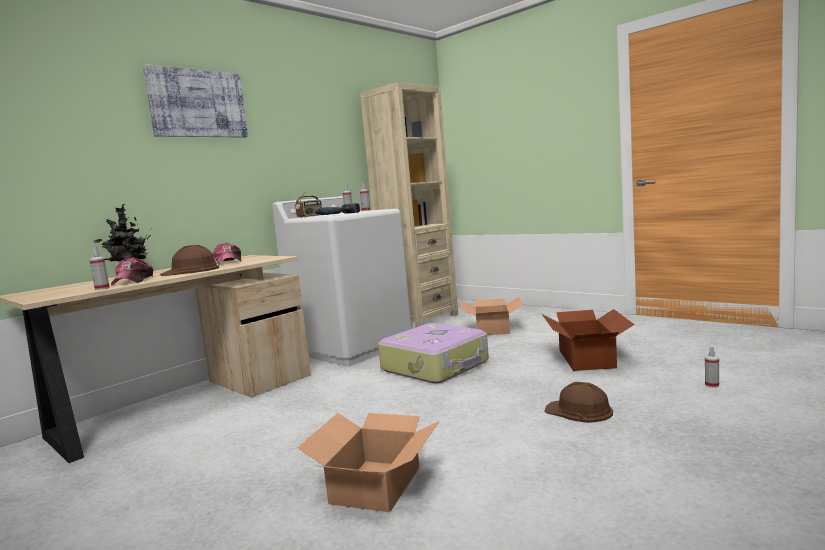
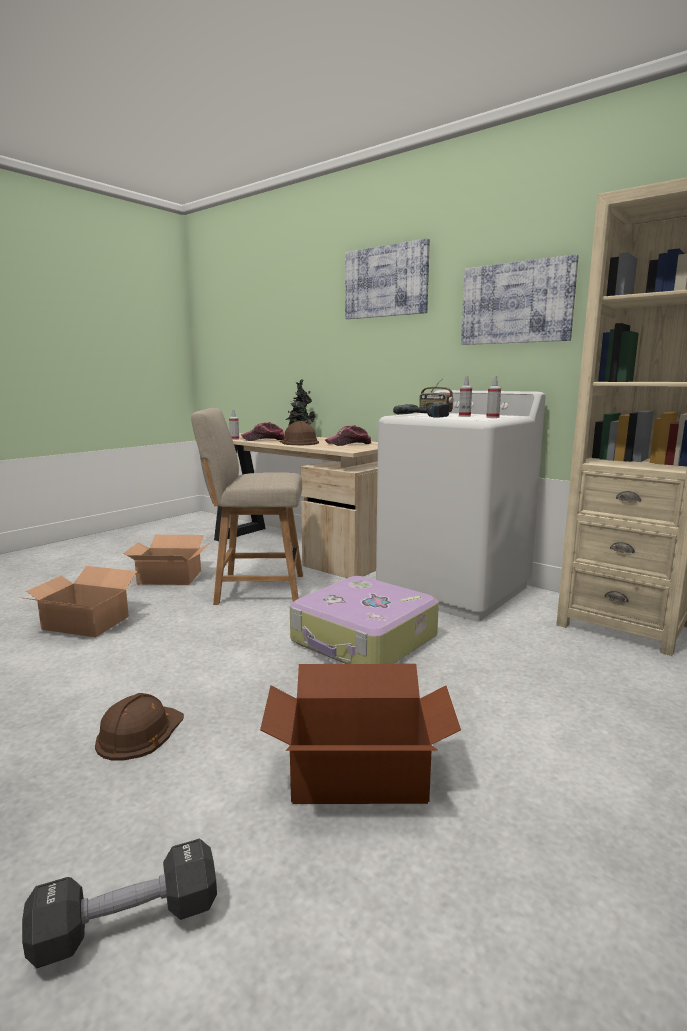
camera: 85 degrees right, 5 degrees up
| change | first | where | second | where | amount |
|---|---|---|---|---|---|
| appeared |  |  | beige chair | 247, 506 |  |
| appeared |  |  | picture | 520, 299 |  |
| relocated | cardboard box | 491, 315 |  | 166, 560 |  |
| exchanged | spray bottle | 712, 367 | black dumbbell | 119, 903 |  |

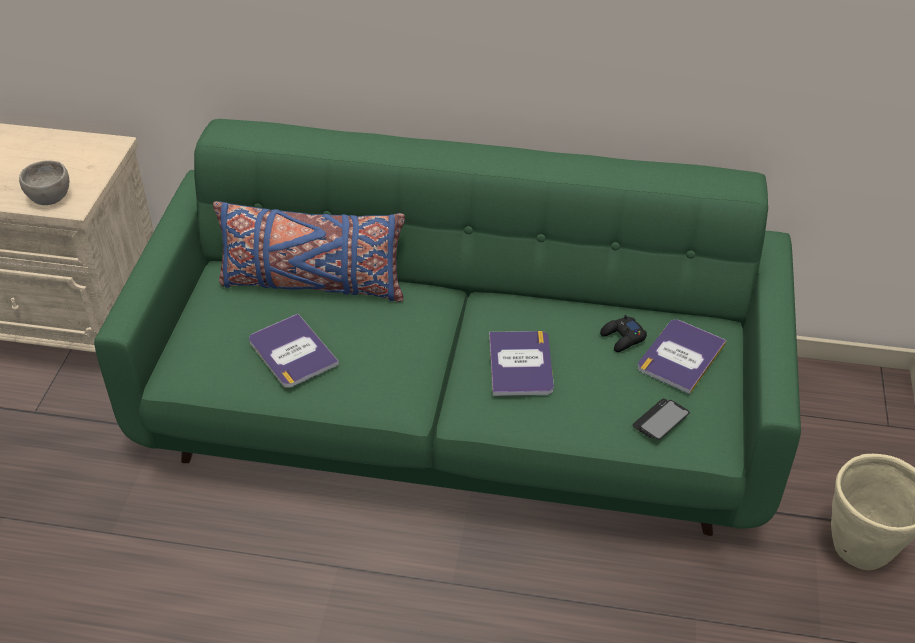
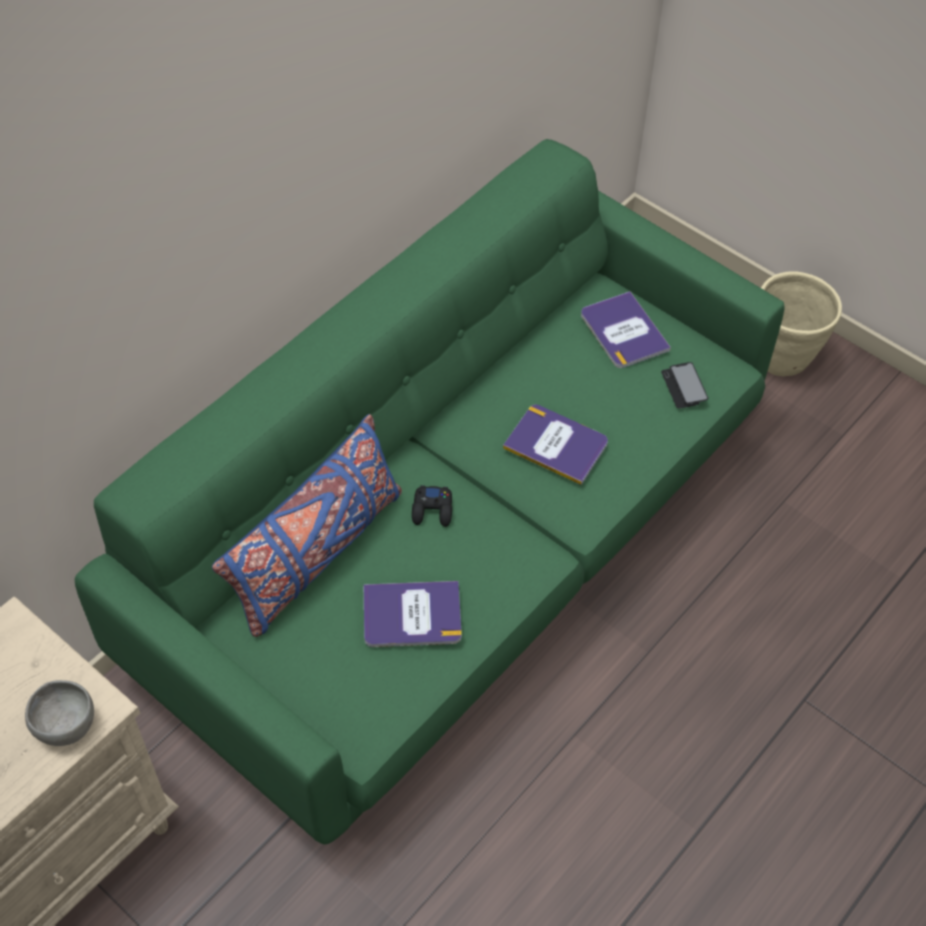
camera: 60 degrees left, 10 degrees up
| change | first | where | second | where | amount |
|---|---|---|---|---|---|
| relocated | black game controller | 623, 333 |  | 432, 506 |  |

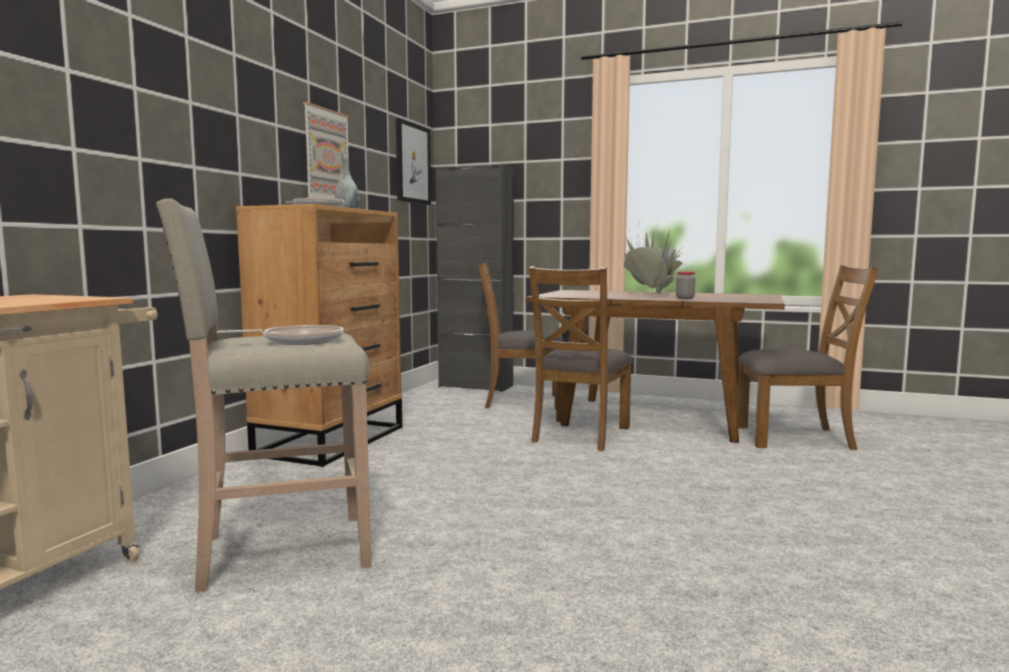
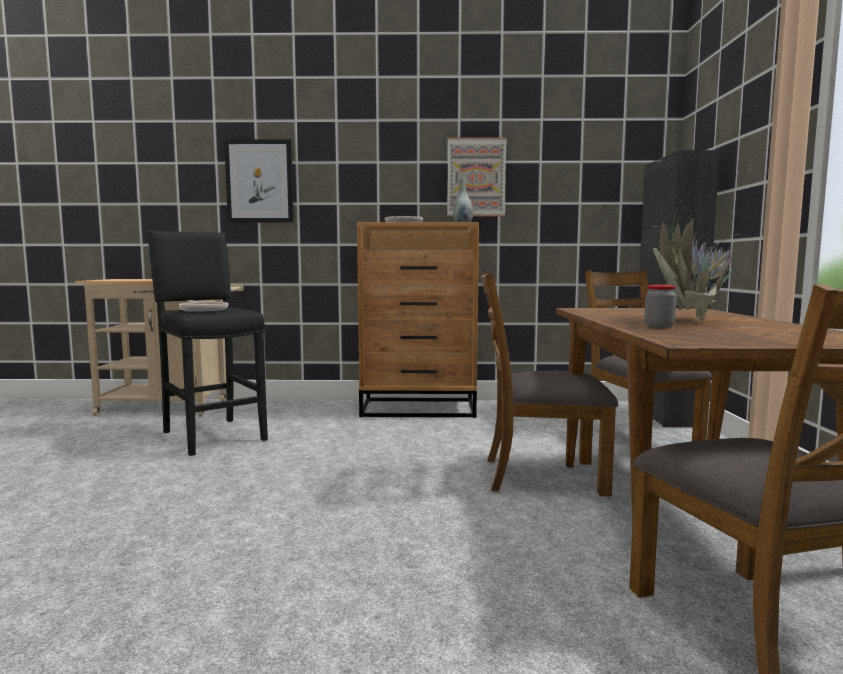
camera: 70 degrees right, 0 degrees up
| change | first | where | second | where | amount |
|---|---|---|---|---|---|
| relocated | picture | 413, 161 |  | 259, 181 |  |
| colour | beige stool | 264, 395 | black stool | 208, 343 |  |

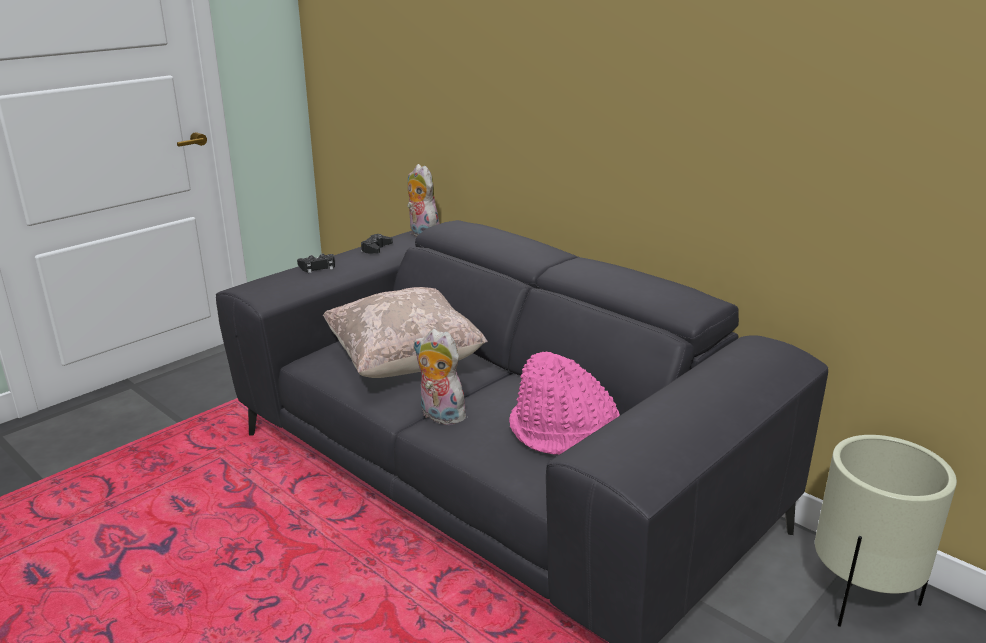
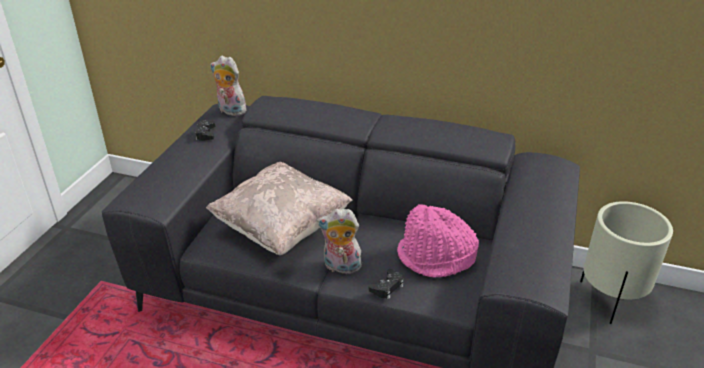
camera: 25 degrees left, 10 degrees up
| change | first | where | second | where | amount |
|---|---|---|---|---|---|
| relocated | black game controller | 316, 263 |  | 386, 284 |  |

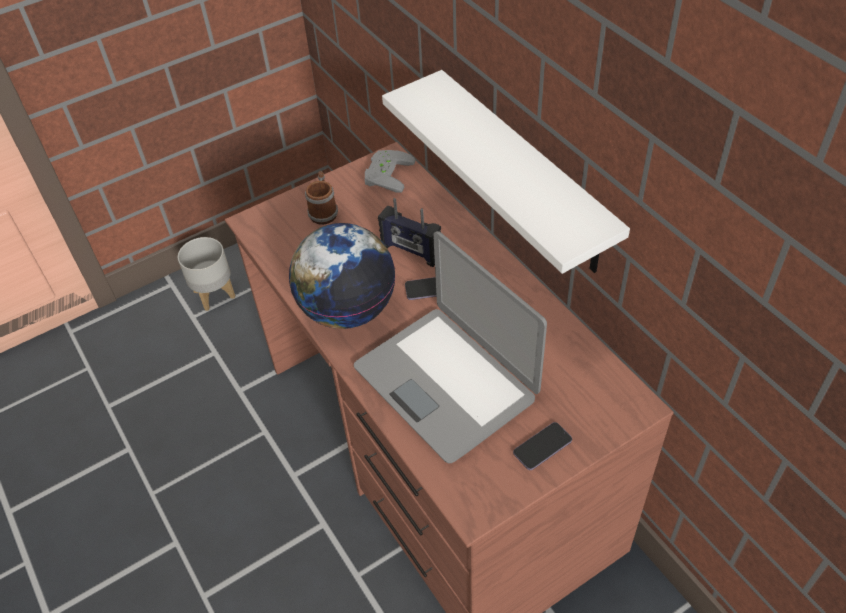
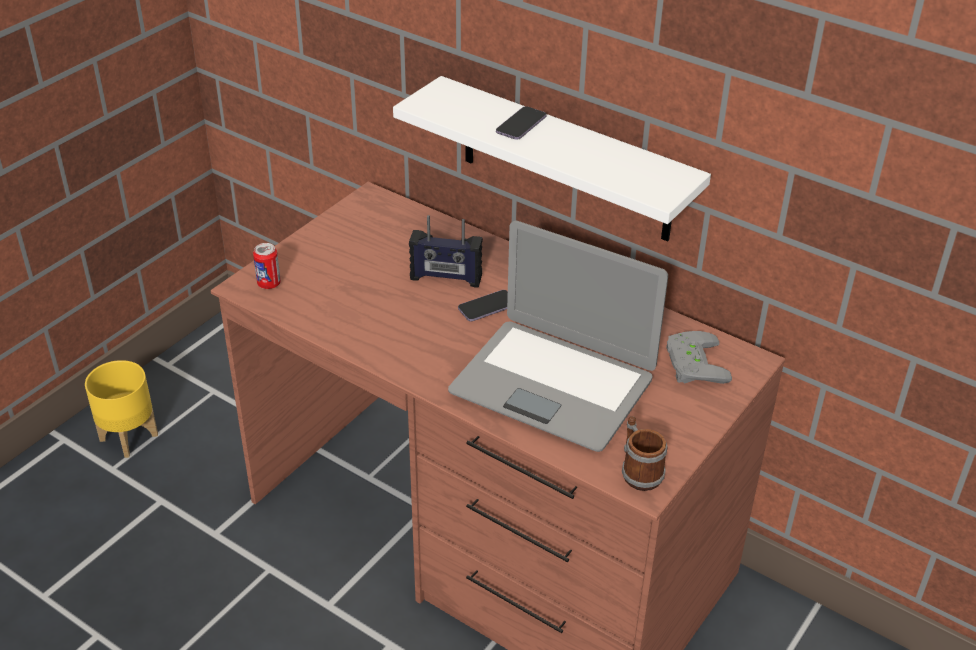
camera: 25 degrees left, 10 degrees down
| change | first | where | second | where | amount |
|---|---|---|---|---|---|
| missing | globe | 342, 276 |  |  |  |
| appeared |  |  | can | 267, 266 |  |
| relocated | mug | 321, 198 |  | 644, 453 |  |
| relocated | grey game controller | 390, 171 |  | 699, 357 |  |
| relocated | phone | 542, 446 |  | 521, 123 |  |
| colour | grey planter | 206, 274 | yellow planter | 121, 409 |  |

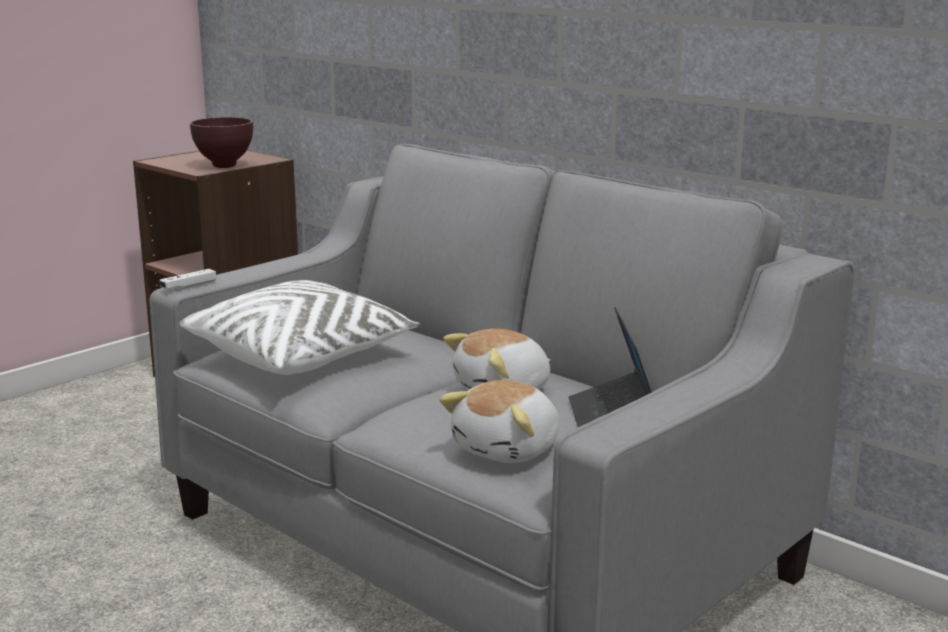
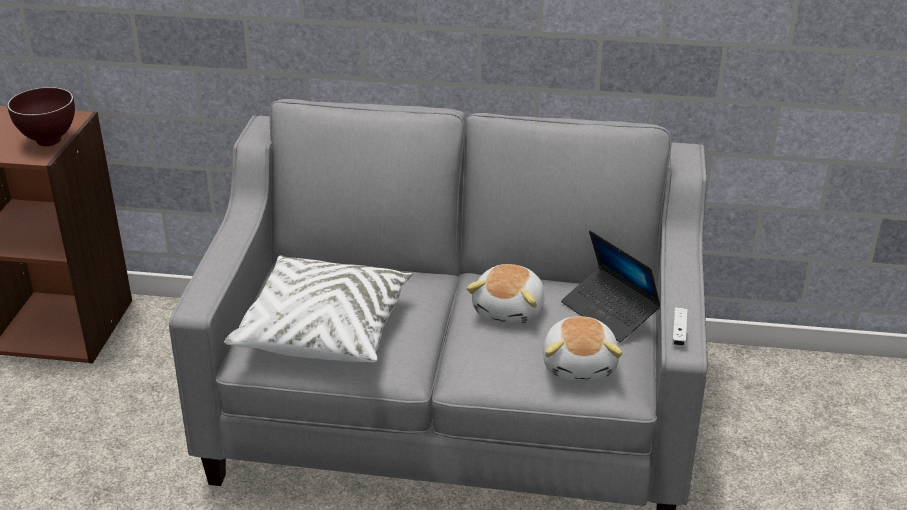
camera: 35 degrees left, 15 degrees up
| change | first | where | second | where | amount |
|---|---|---|---|---|---|
| relocated | white game controller | 188, 279 |  | 679, 326 |  |

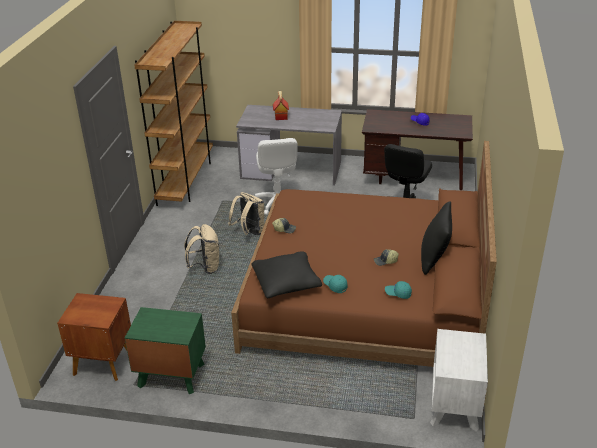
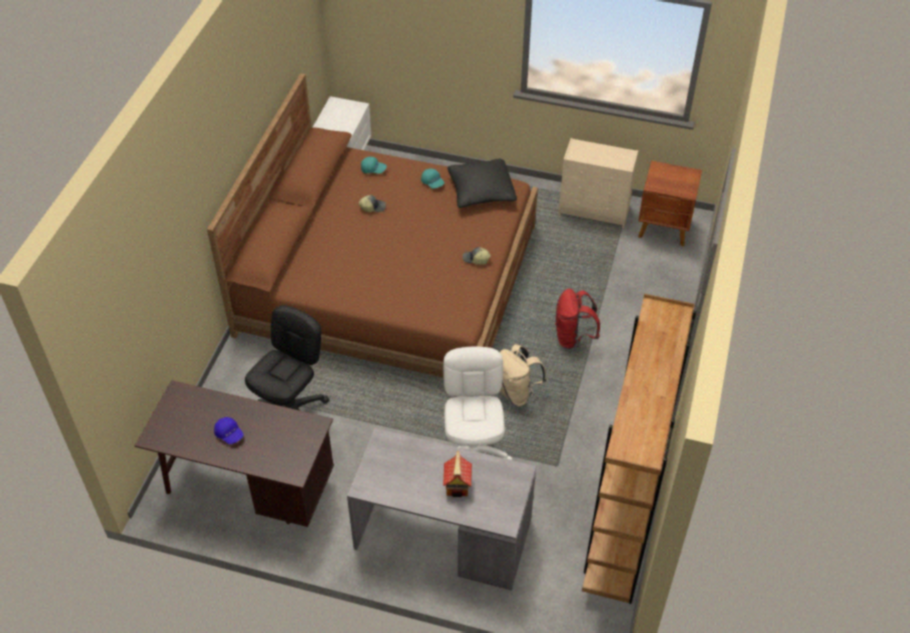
camera: 175 degrees left, 15 degrees up
| change | first | where | second | where | amount |
|---|---|---|---|---|---|
| missing | black pillow | 436, 238 |  |  |  |
| exchanged | green nightstand | 165, 350 | beige dresser | 598, 183 |  |
| colour | beige backpack | 202, 249 | red backpack | 577, 319 |  |

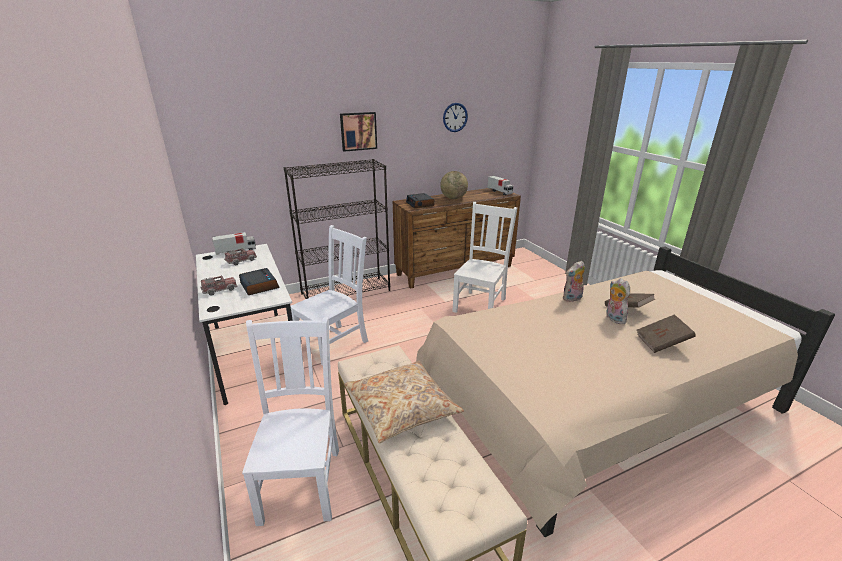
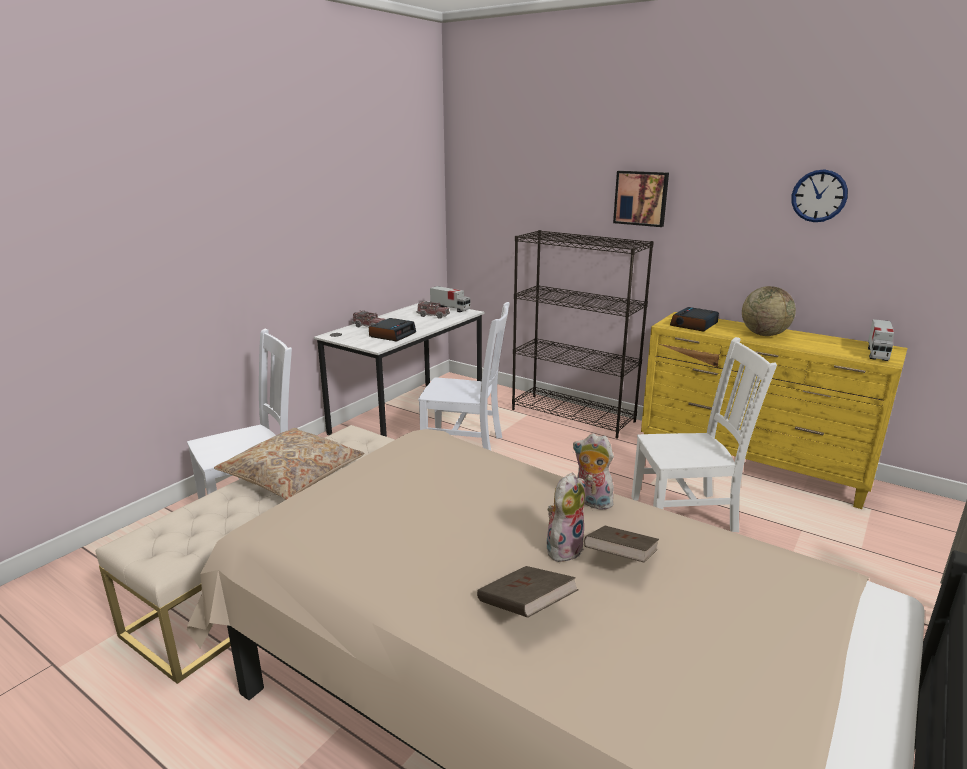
camera: 60 degrees right, 5 degrees down
| change | first | where | second | where | amount |
|---|---|---|---|---|---|
| colour | brown dresser | 456, 238 | yellow dresser | 774, 410 |  |

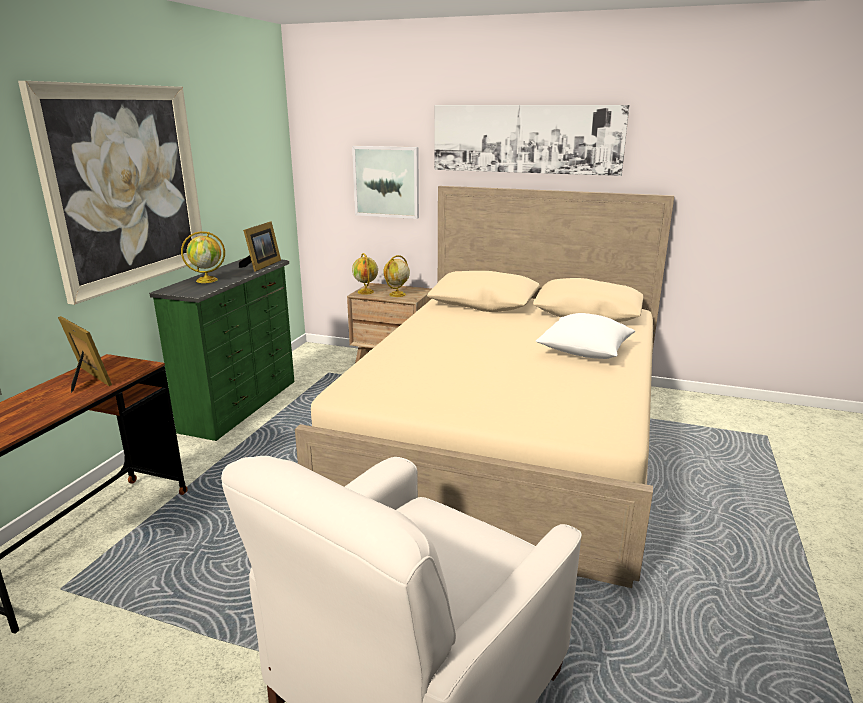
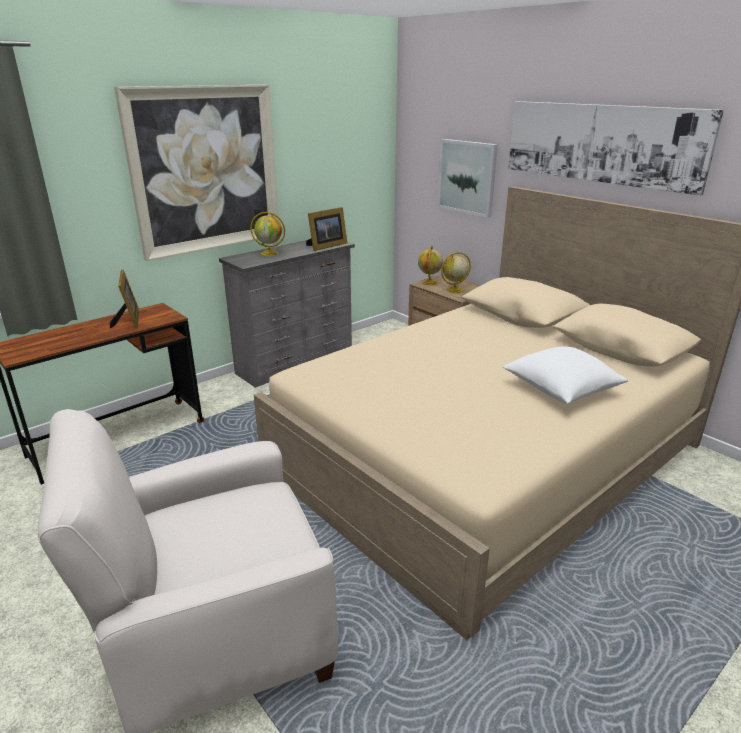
camera: 30 degrees right, 5 degrees up
| change | first | where | second | where | amount |
|---|---|---|---|---|---|
| colour | green dresser | 221, 349 | grey dresser | 287, 314 |  |

